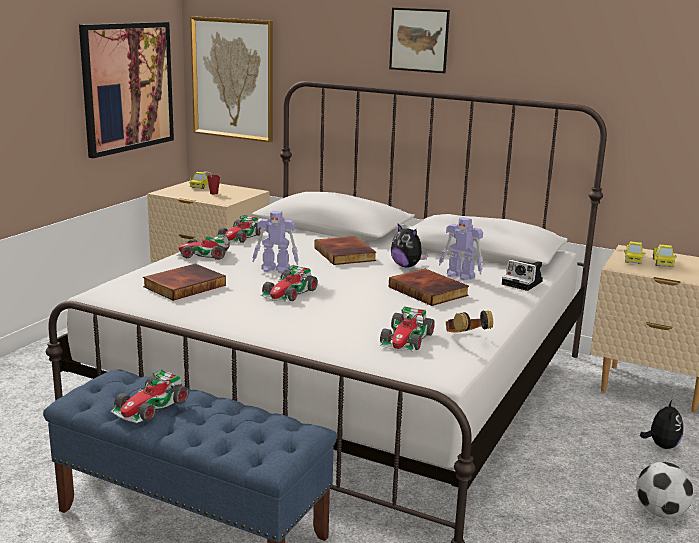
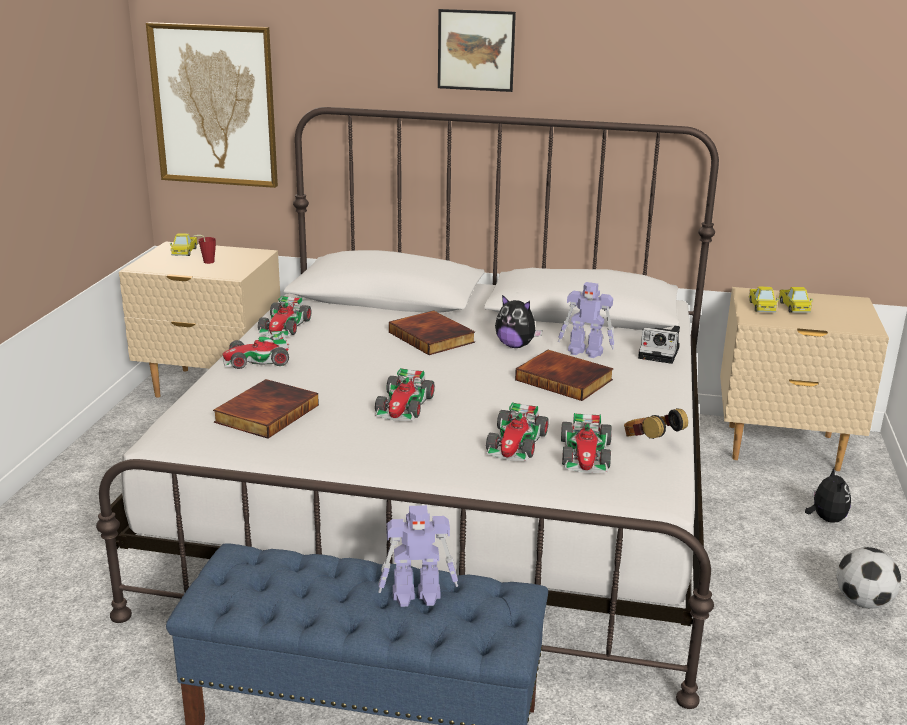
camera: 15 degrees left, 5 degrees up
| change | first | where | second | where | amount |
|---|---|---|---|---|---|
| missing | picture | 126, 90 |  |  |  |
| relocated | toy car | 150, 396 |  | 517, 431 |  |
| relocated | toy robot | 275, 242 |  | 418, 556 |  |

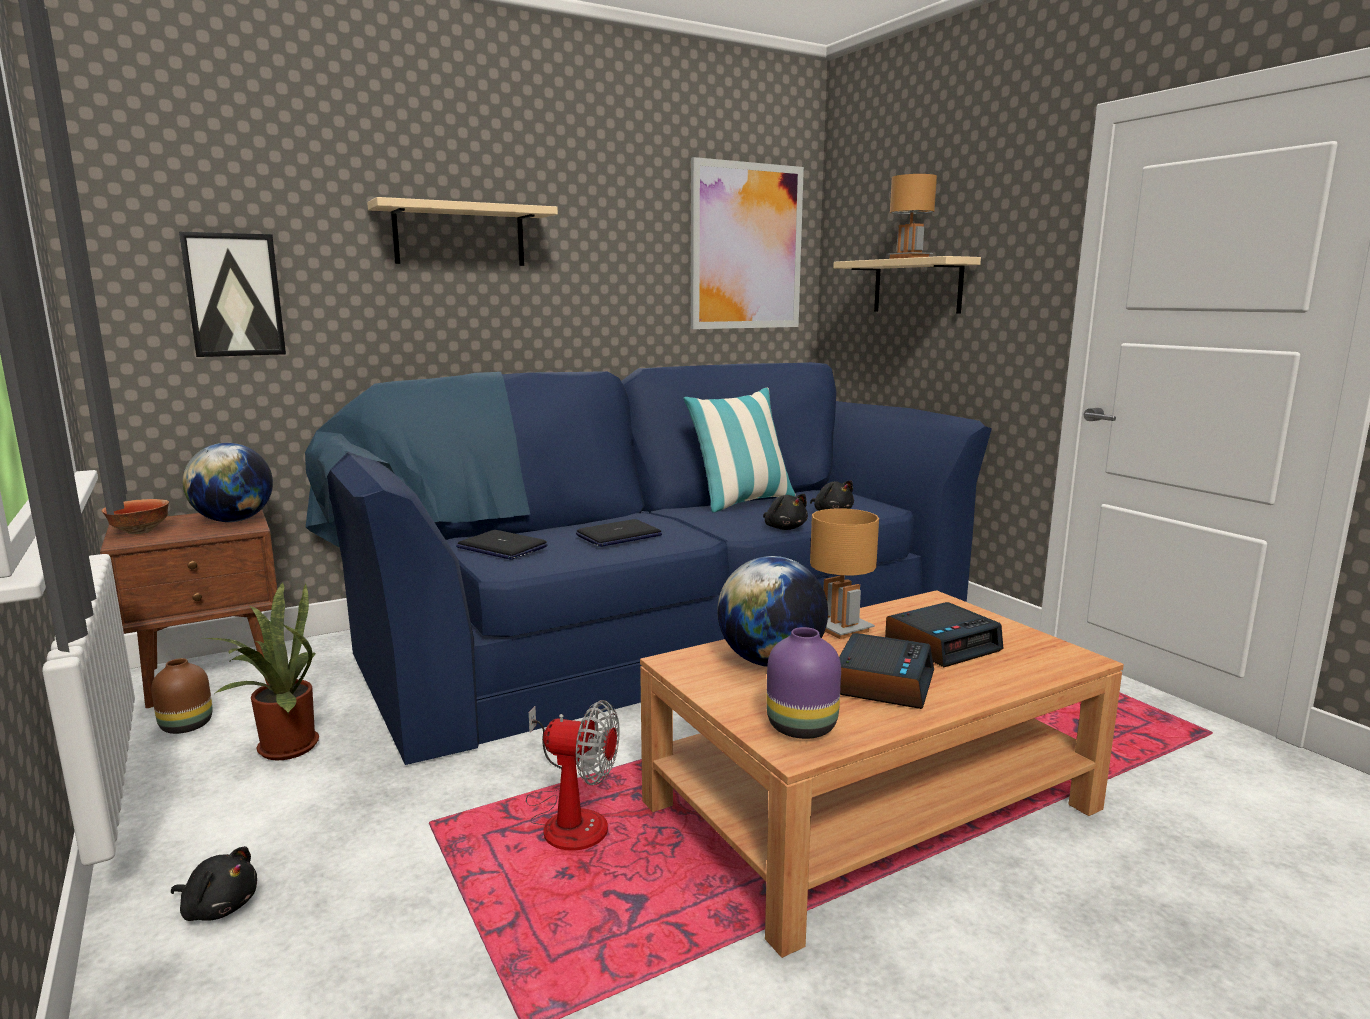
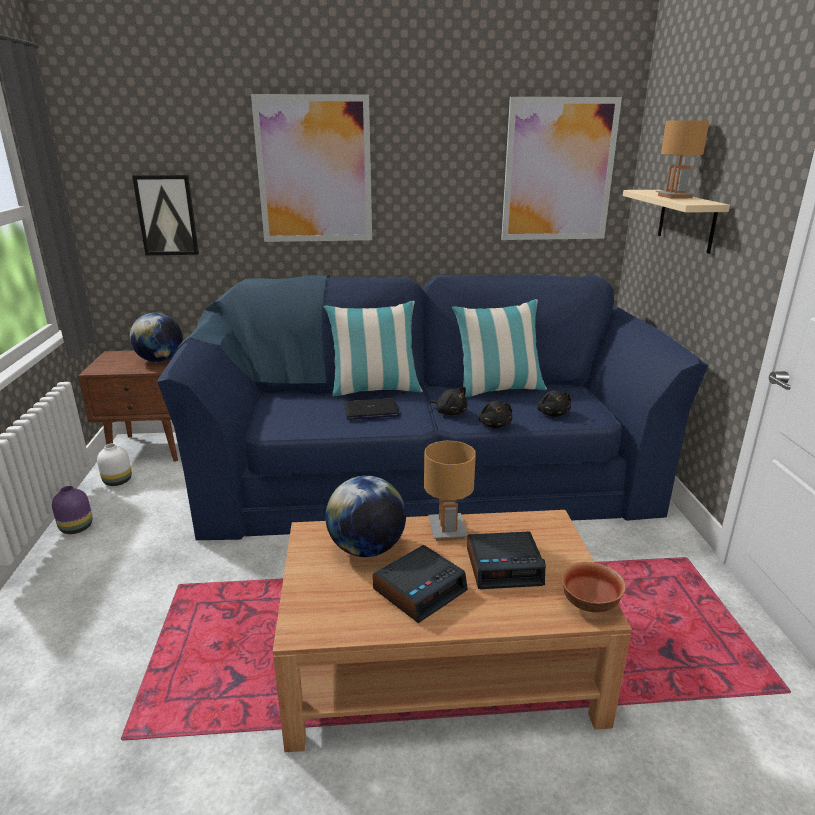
camera: 25 degrees right, 10 degrees up
| change | first | where | second | where | amount |
|---|---|---|---|---|---|
| missing | potted plant | 261, 670 |  |  |  |
| missing | laptop | 502, 545 |  |  |  |
| missing | fan | 573, 775 |  |  |  |
| appeared |  |  | pillow | 373, 348 |  |
| relocated | bowl | 135, 516 |  | 593, 587 |  |
| relocated | black plush toy | 214, 883 |  | 448, 401 |  |
| relocated | purple vase | 803, 683 |  | 72, 510 |  |
| exchanged | beige shelf | 462, 231 | picture | 311, 168 |  |
| colour | brown vase | 182, 696 | white vase | 114, 464 |  |

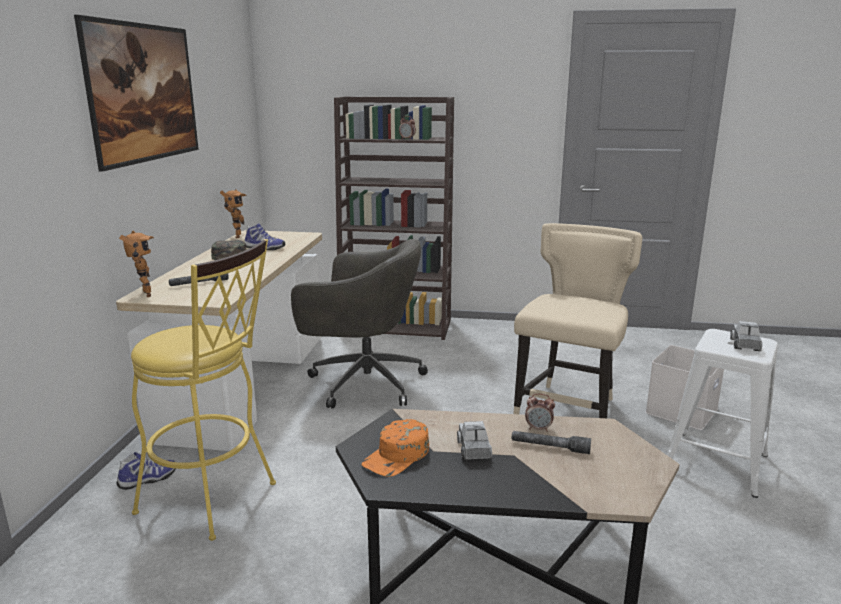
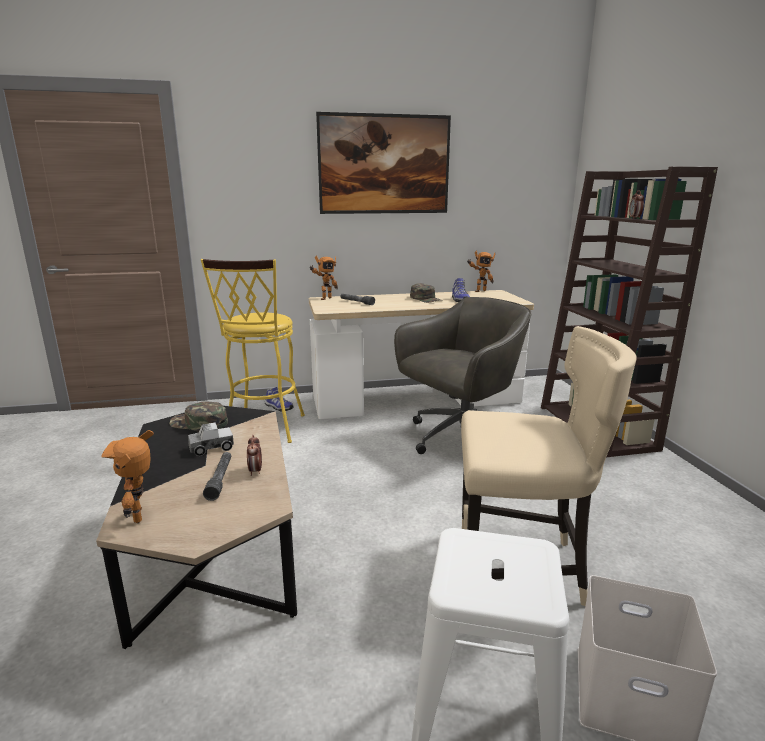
camera: 70 degrees right, 0 degrees up
| change | first | where | second | where | amount |
|---|---|---|---|---|---|
| missing | toy truck | 746, 336 |  |  |  |
| appeared |  |  | toy robot | 127, 476 |  |
| colour | orange cap | 395, 447 | green cap | 198, 416 |  |
| spun | grey office chair | 359, 324 |  | 463, 375 | 120 degrees counterclockwise |

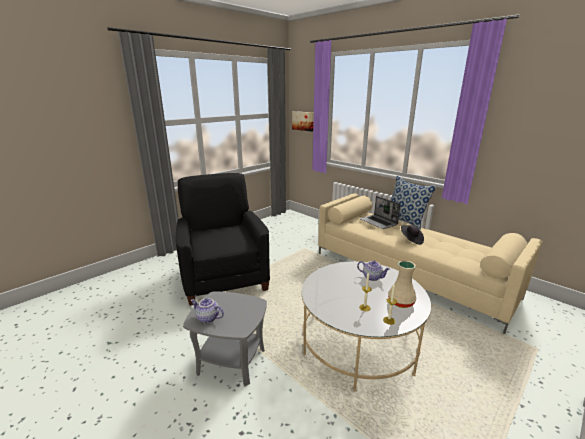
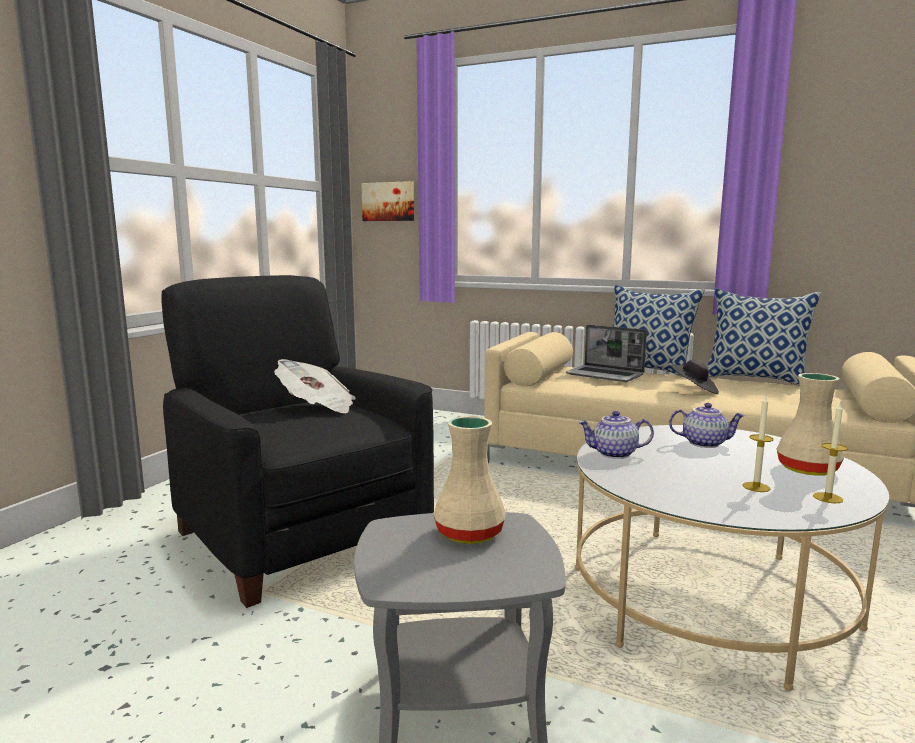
camera: 20 degrees left, 10 degrees down
| change | first | where | second | where | amount |
|---|---|---|---|---|---|
| appeared |  |  | newspaper | 315, 386 |  |
| appeared |  |  | beige vase | 469, 480 |  |
| appeared |  |  | pillow | 764, 337 |  |
| relocated | teapot | 207, 310 |  | 616, 435 |  |

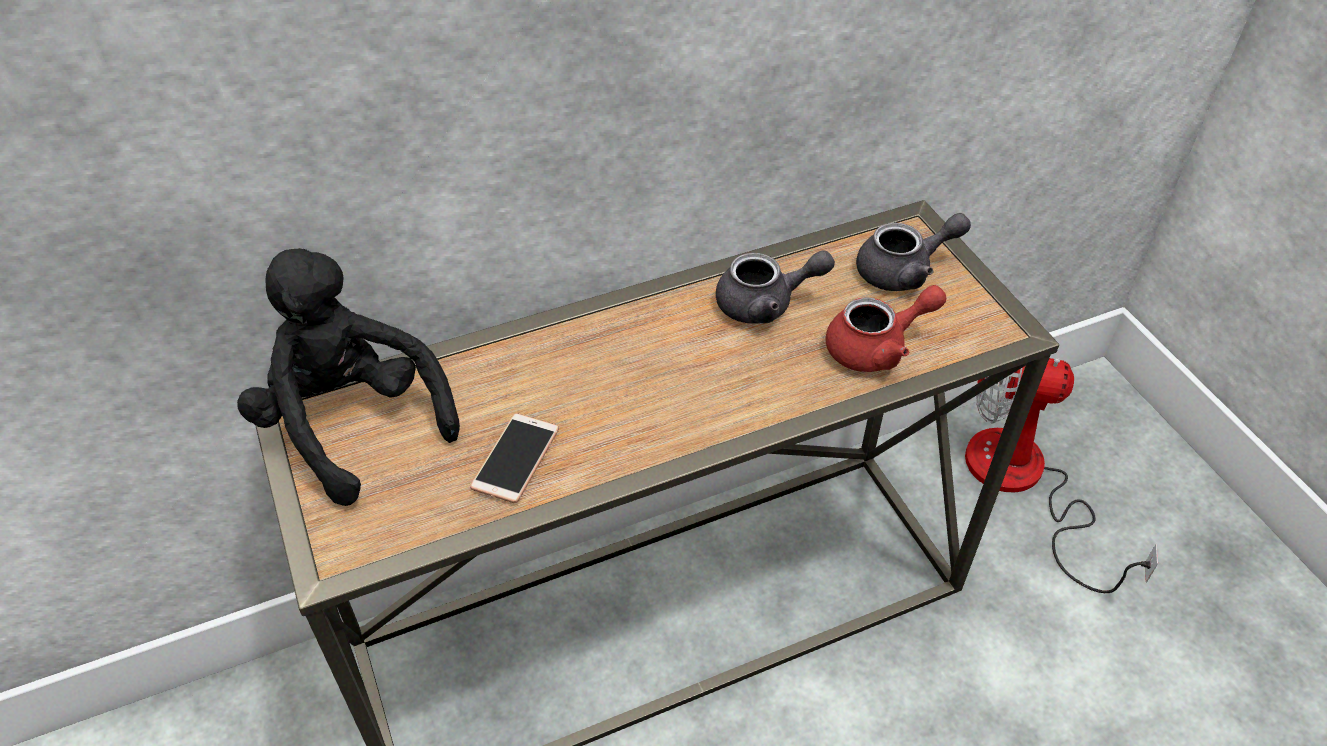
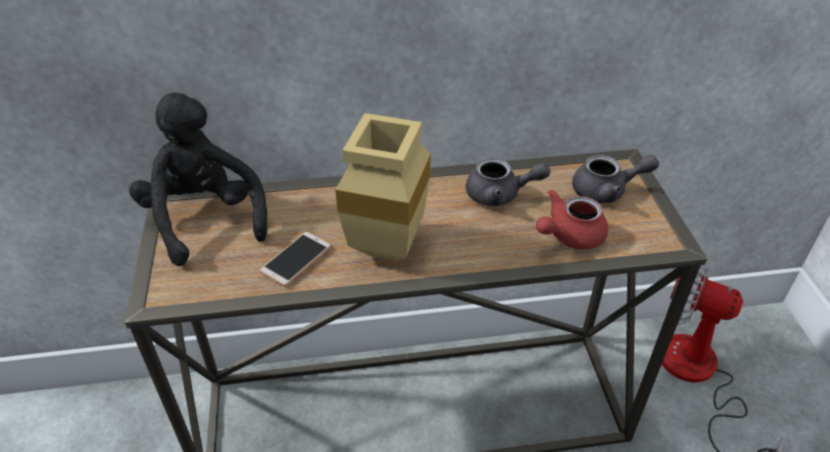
camera: 15 degrees right, 5 degrees down
| change | first | where | second | where | amount |
|---|---|---|---|---|---|
| appeared |  |  | beige vase | 383, 187 |  |
| spun | red teapot | 886, 328 |  | 572, 219 | 150 degrees clockwise |

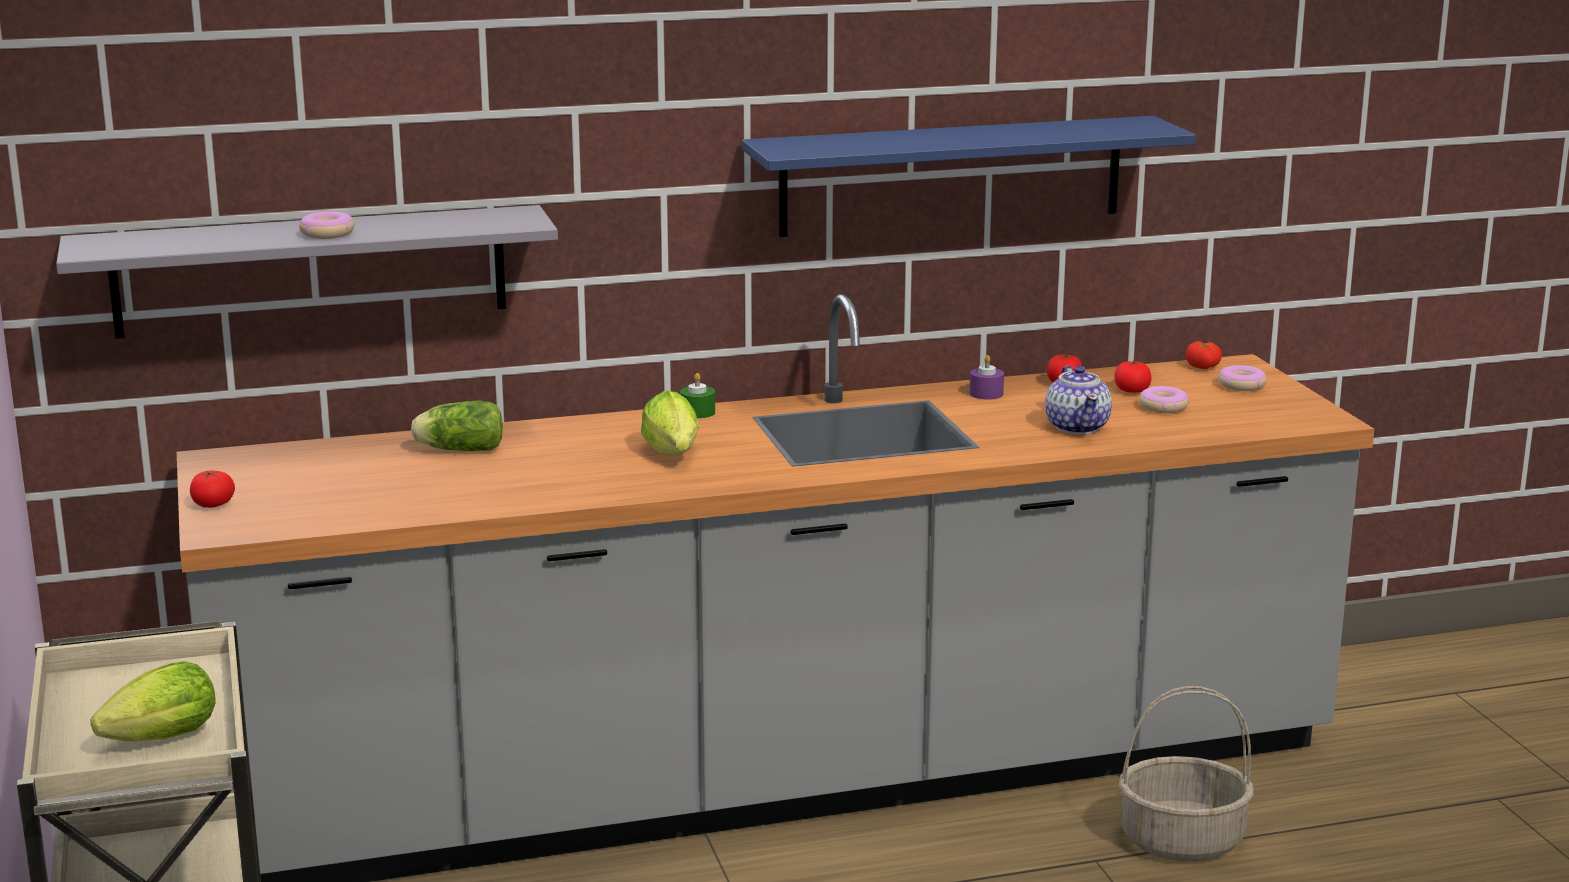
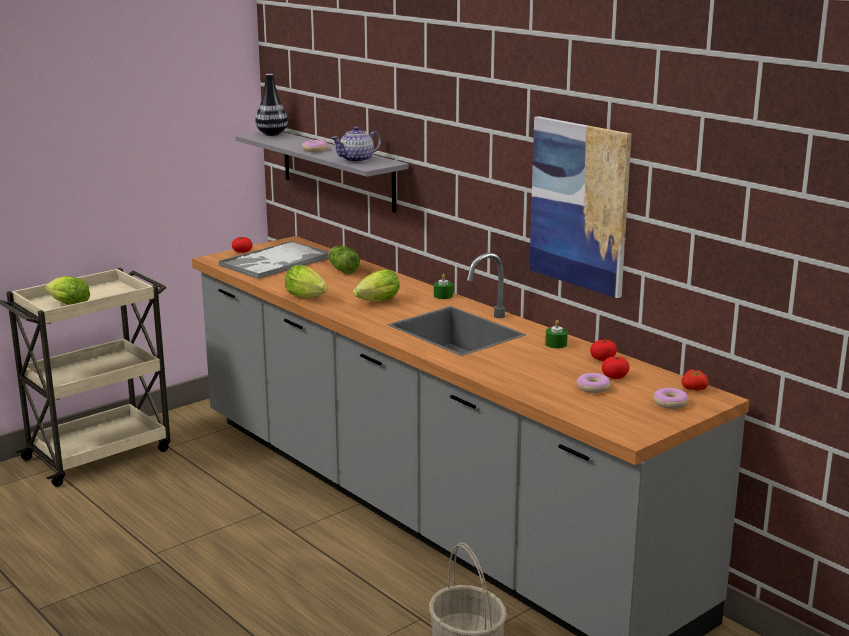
camera: 65 degrees right, 0 degrees up
| change | first | where | second | where | amount |
|---|---|---|---|---|---|
| appeared |  |  | tray | 274, 260 |  |
| appeared |  |  | vase | 271, 105 |  |
| appeared |  |  | lettuce | 306, 281 |  |
| relocated | teapot | 1078, 400 |  | 356, 144 |  |
| exchanged | blue shelf | 969, 176 | picture | 580, 207 |  |
| colour | purple candle | 986, 377 | green candle | 556, 334 |  |

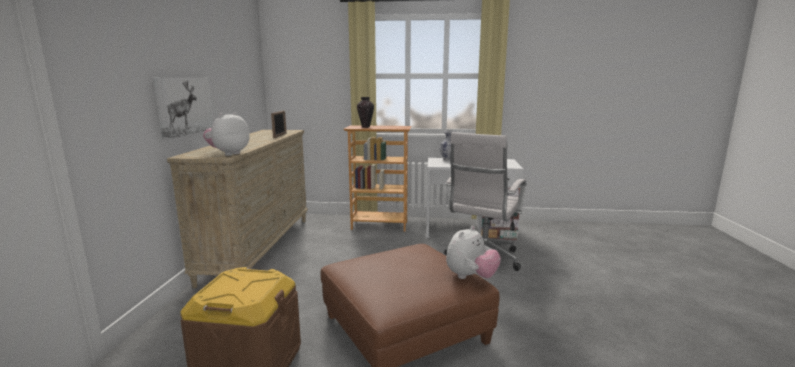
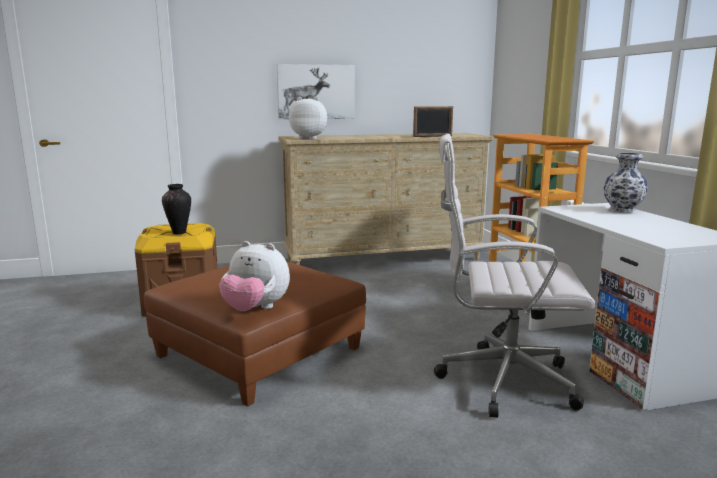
camera: 70 degrees right, 0 degrees up
| change | first | where | second | where | amount |
|---|---|---|---|---|---|
| relocated | vase | 365, 112 |  | 176, 209 |  |

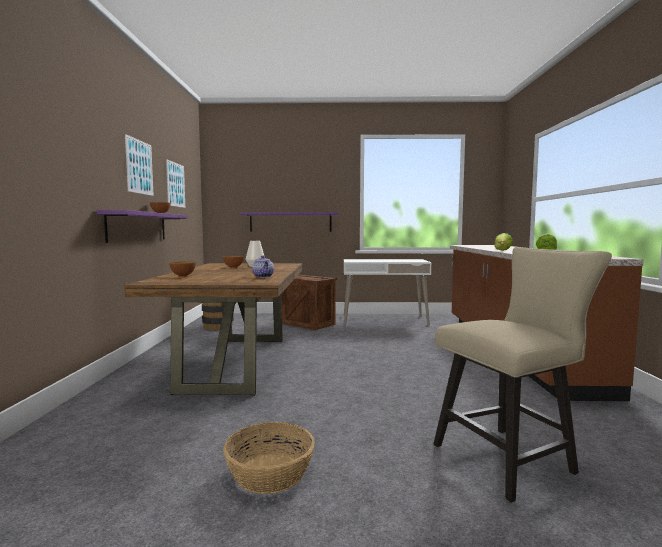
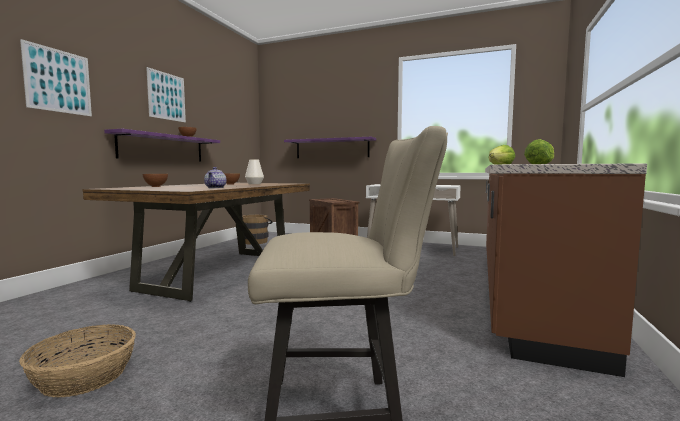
camera: 20 degrees right, 0 degrees up
| change | first | where | second | where | amount |
|---|---|---|---|---|---|
| relocated | picture | 175, 183 |  | 56, 77 |  |

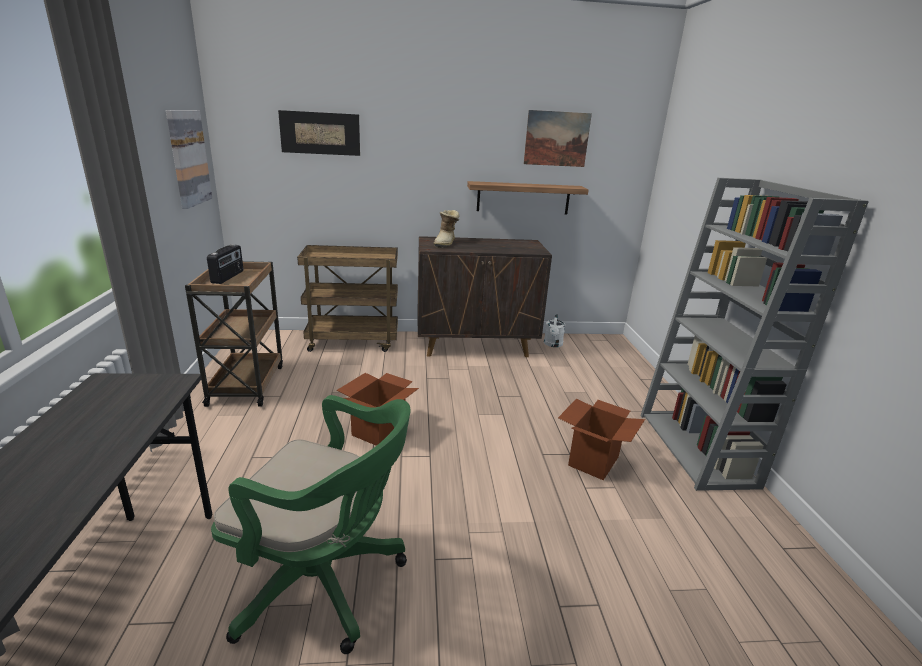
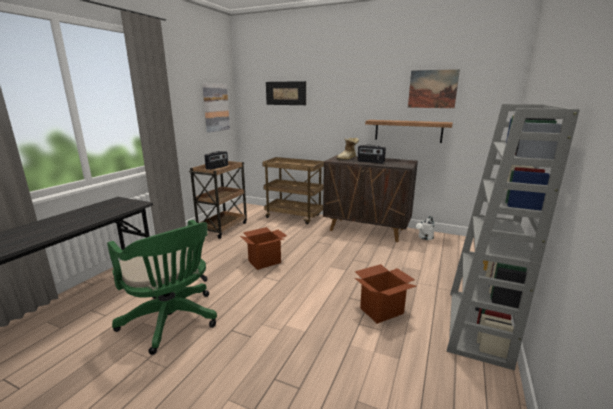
camera: 30 degrees right, 5 degrees down
| change | first | where | second | where | amount |
|---|---|---|---|---|---|
| appeared |  |  | radio | 372, 154 |  |

